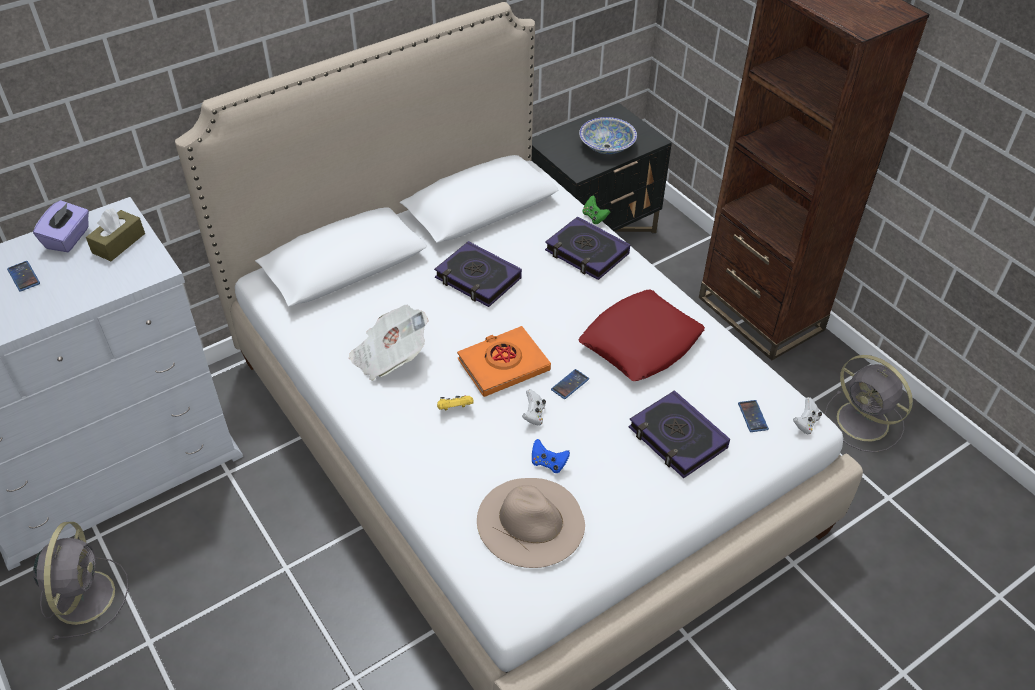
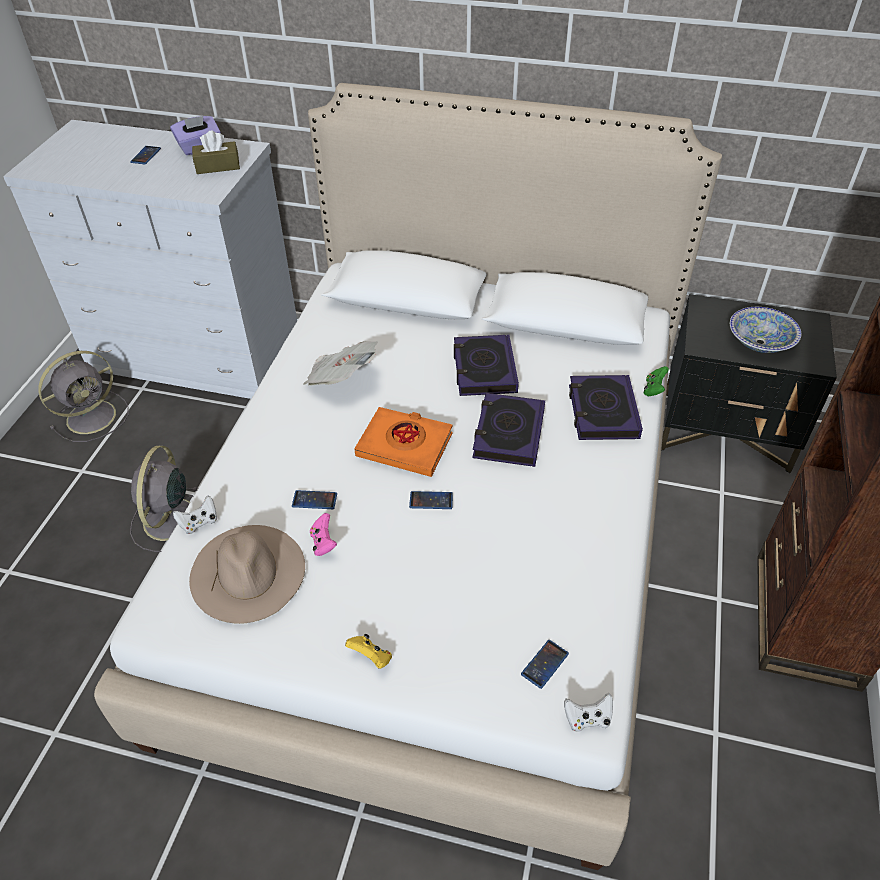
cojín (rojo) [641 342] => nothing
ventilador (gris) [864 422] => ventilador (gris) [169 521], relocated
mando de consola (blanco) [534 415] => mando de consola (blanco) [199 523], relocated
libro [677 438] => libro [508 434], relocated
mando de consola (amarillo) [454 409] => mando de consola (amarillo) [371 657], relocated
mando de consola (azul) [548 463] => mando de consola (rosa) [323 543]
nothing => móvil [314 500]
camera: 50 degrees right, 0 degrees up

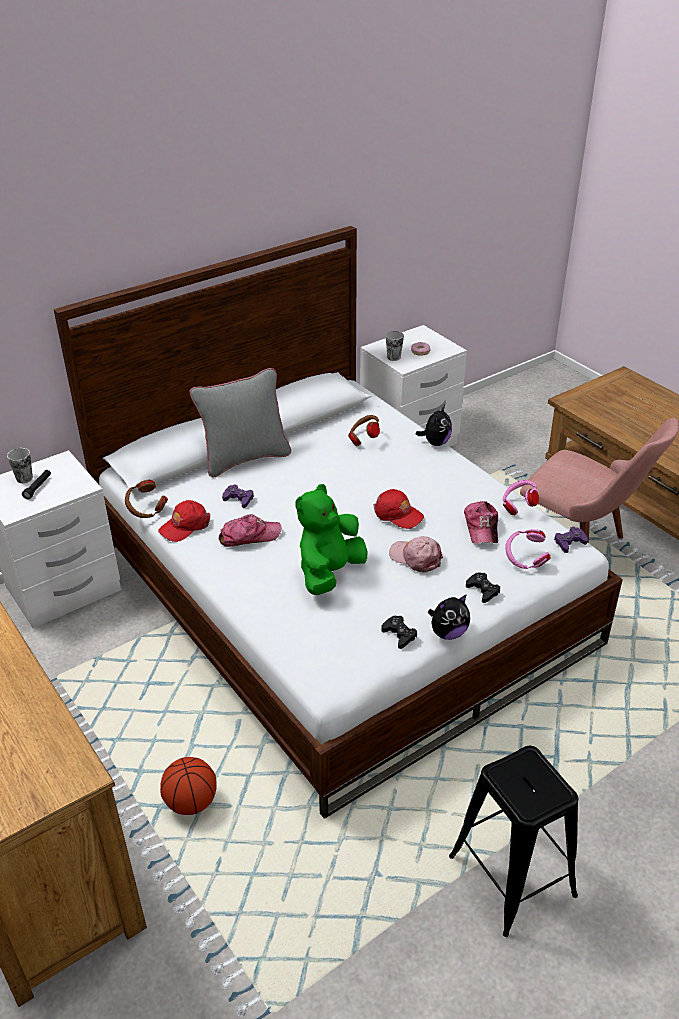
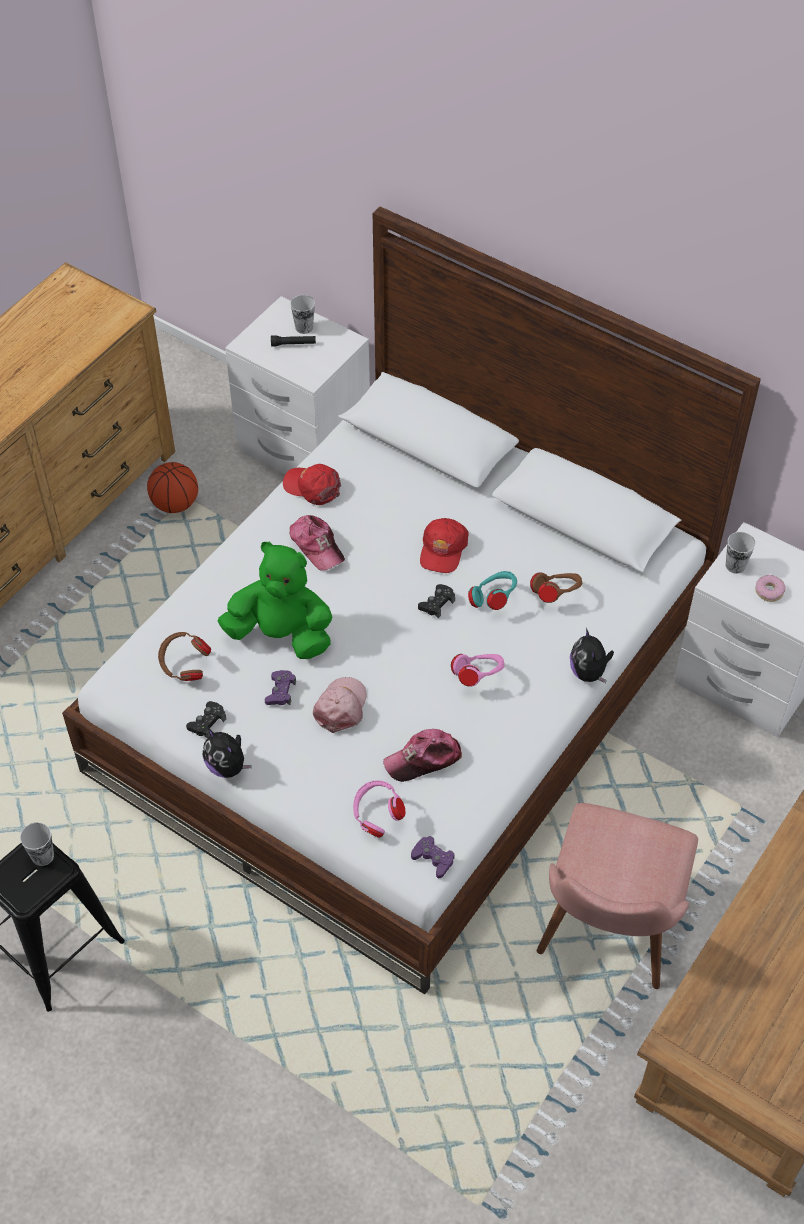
cojín (gris) [245 458] => nothing
peluche [435 443] => peluche [589 672], 75 degrees clockwise
auriculares (marrón) [146 511] => auriculares (marrón) [185 666], relocated
auriculares (rosa) [518 507] => auriculares (rosa) [478 677], relocated
mando de consola (morado) [238 499] => mando de consola (morado) [280 691], relocated
gorra (rojo) [398 514] => gorra (rojo) [443 549], relocated
mando de consola (negro) [483 590] => mando de consola (negro) [437 604], relocated
balón de baloncesto [191 802] => balón de baloncesto [175 504], relocated
nothing => auriculares (turquesa) [493 599]
nothing => taza [42 856]
camera: 70 degrees right, 15 degrees up

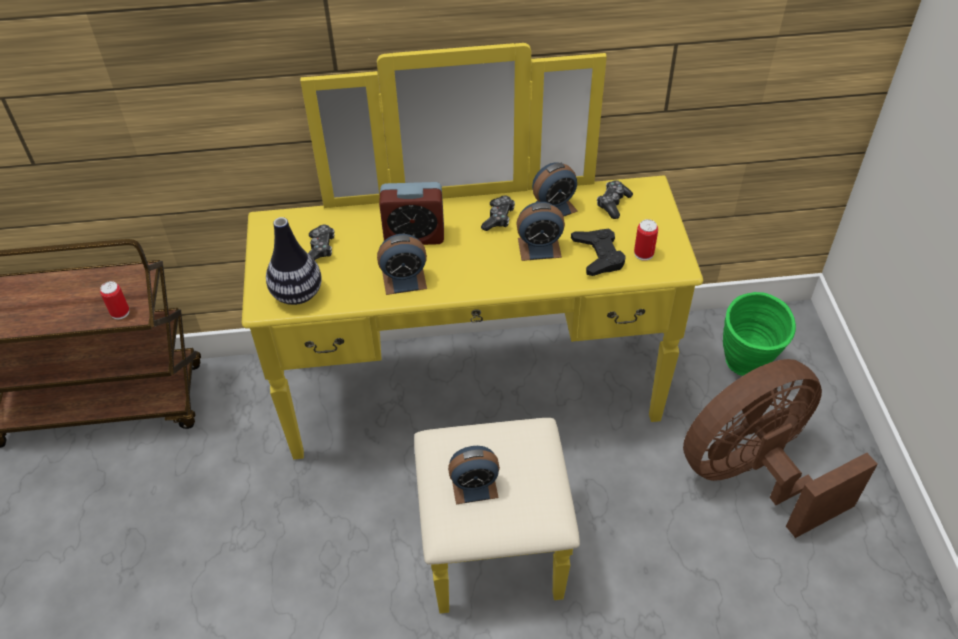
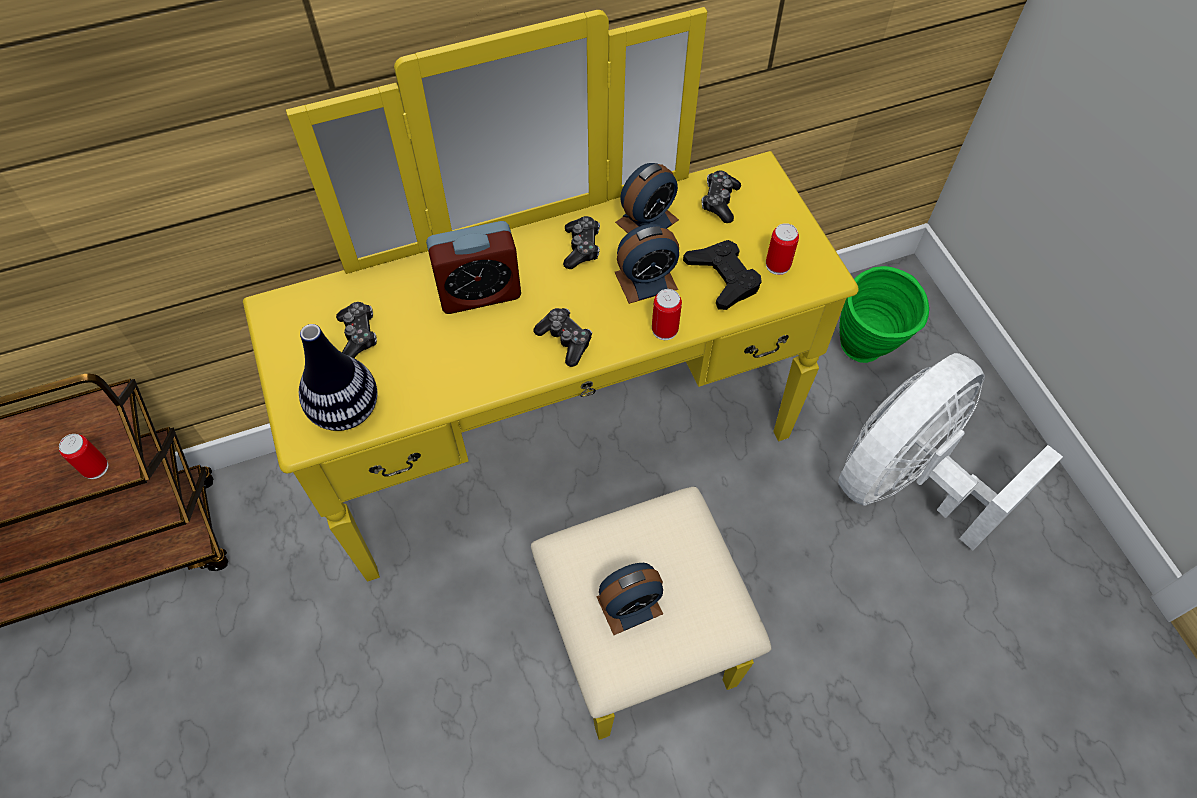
despertador [404 280] => nothing
ventilador (marrón) [754 475] => ventilador (blanco) [908 482]
nothing => lata [664 330]
nothing => mando de consola [565 340]
camera: 15 degrees left, 10 degrees up

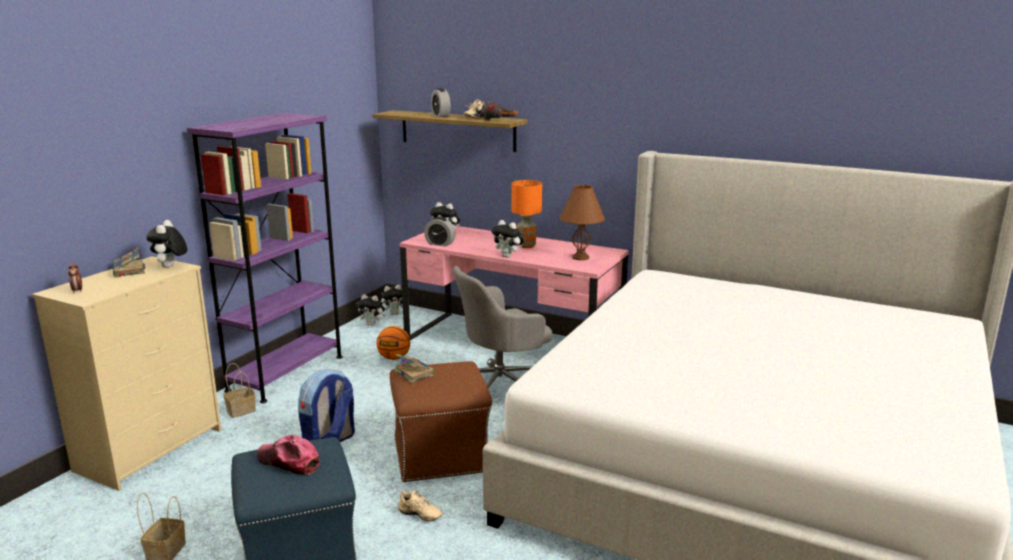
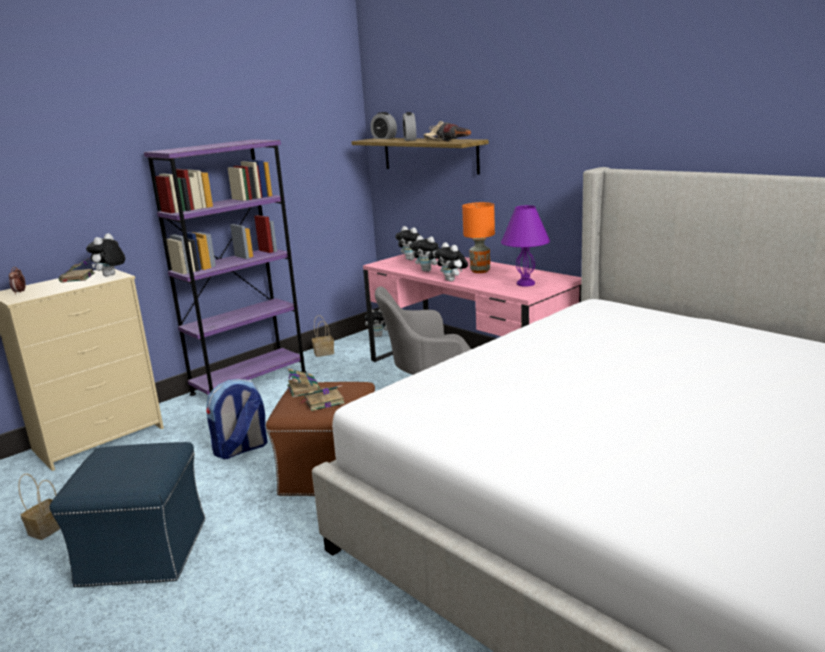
lámpara de mesa (marrón) [581 257] => lámpara de mesa (morado) [526 283]
despertador [440 244] => despertador [384 138], relocated
peluche [372 324] => peluche [428 270], relocated
balón de baloncesto [394 358] => nothing
cesta [240 411] => cesta [323 353], relocated
gorra [289 462] => nothing
zapato (beis) [419 516] => nothing
nothing => libro [323 402]
camera: 20 degrees right, 0 degrees up

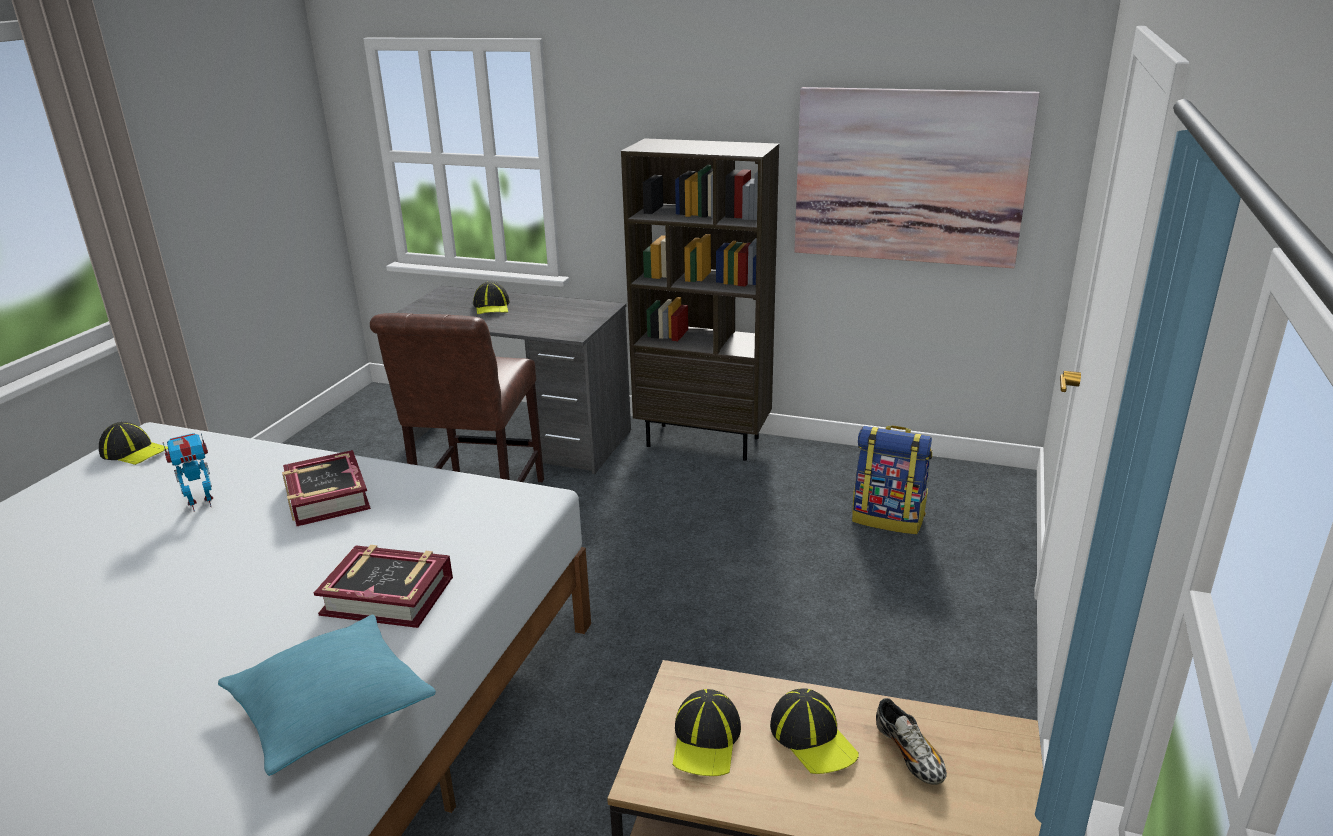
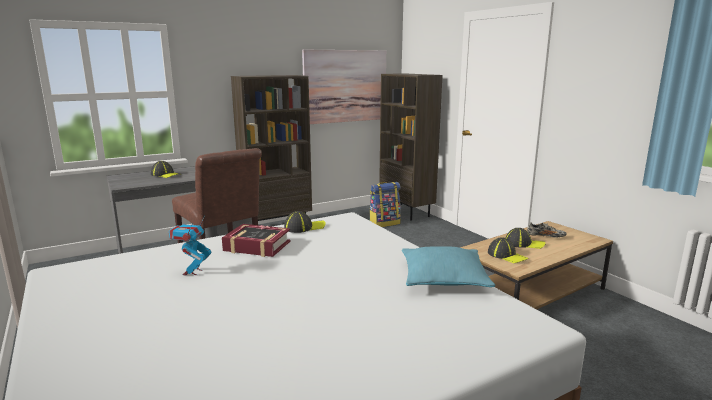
gorra [134 451] => gorra [304 227], relocated
libro [388 595] => nothing
nothing => estantería (marrón) [406 212]
camera: 50 degrees left, 10 degrees down

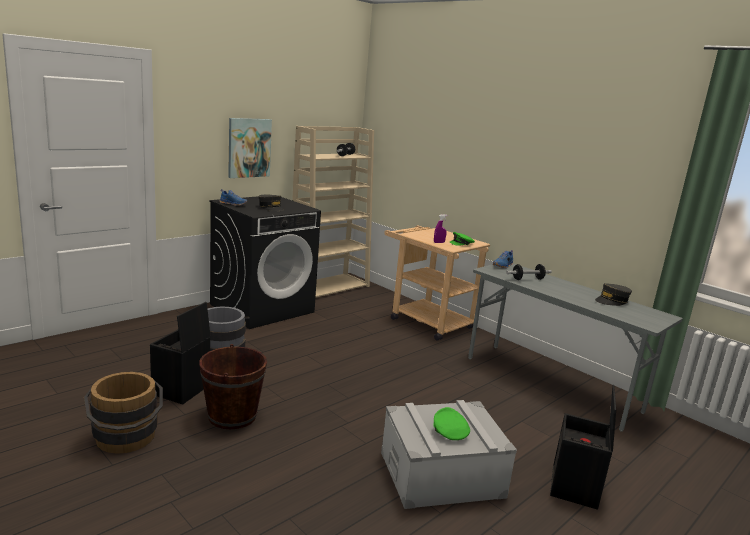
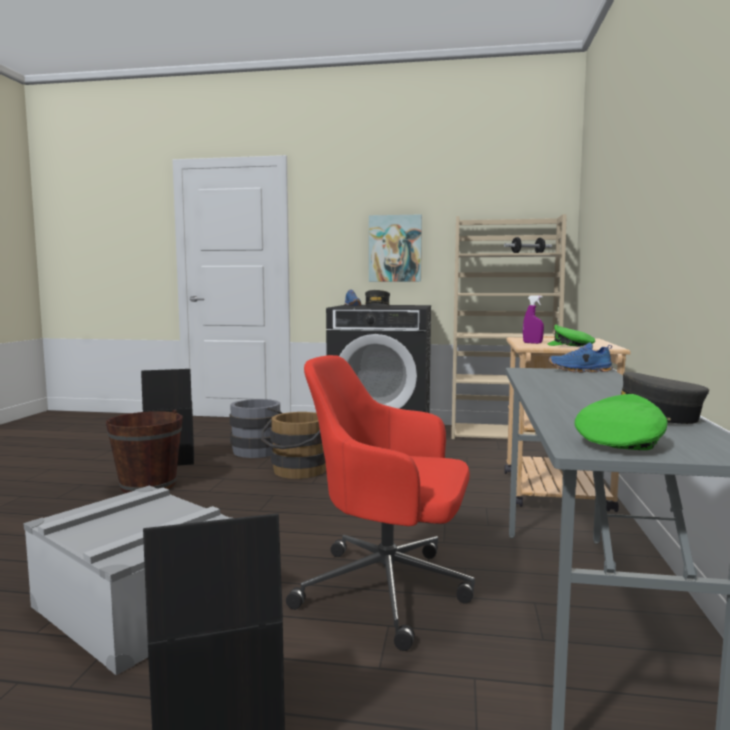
mancuerna [527 279] => nothing
cubo (marrón) [126 440] => cubo (marrón) [296 472], relocated
gorra (verde) [449 432] => gorra (verde) [619 443], relocated
nothing => silla de oficina (rojo) [389 590]
camera: 55 degrees right, 10 degrees down

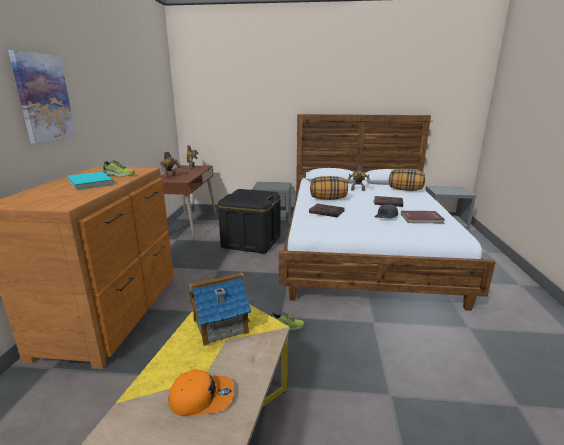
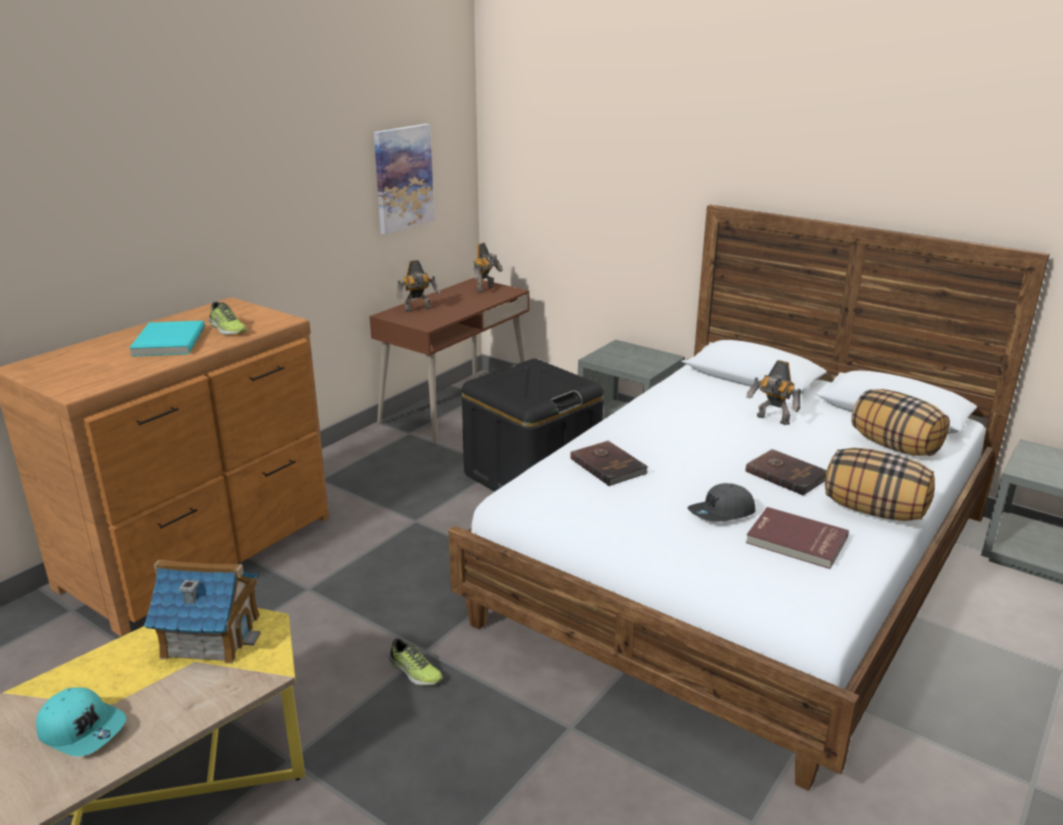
cuadro [43 97] => cuadro [403 178], relocated
cojín [328 199] => cojín [874 510], relocated
gorra (naranja) [202 397] => gorra (turquesa) [83 729]
camera: 30 degrees right, 5 degrees up

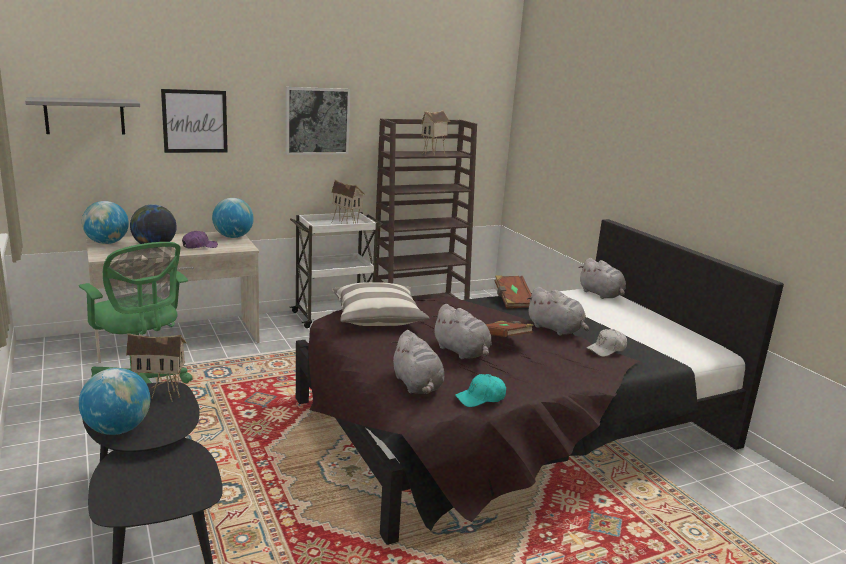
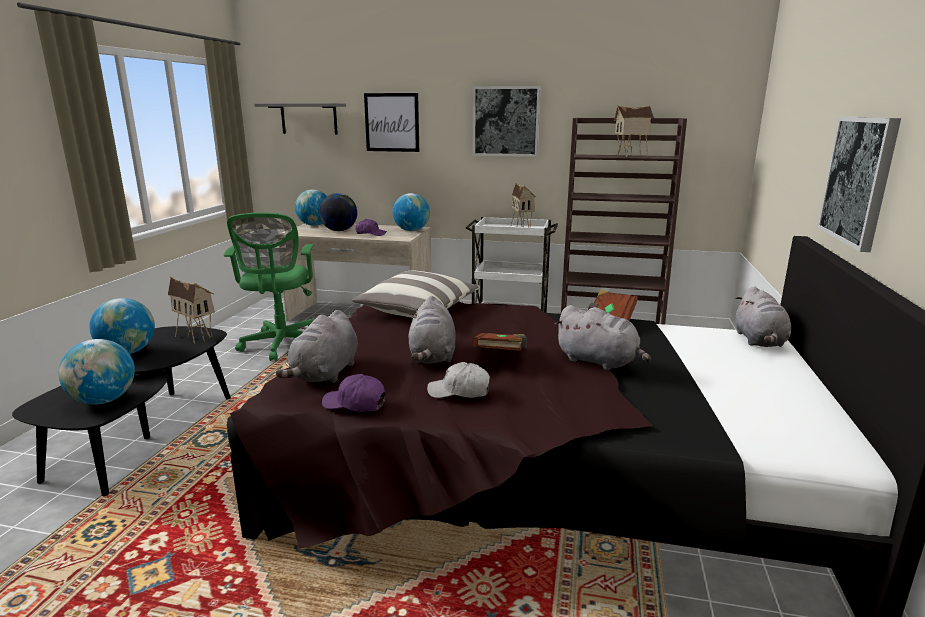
peluche (gris) [556 329] => peluche (gris) [599 362], 45 degrees counterclockwise
gorra (blanco) [607 349] => gorra (blanco) [459 391], relocated
gorra (turquesa) [481 398] => gorra (morado) [355 404]
nothing => cuadro [858 180]
nothing => globo terráqueo [104 400]
camera: 40 degrees right, 0 degrees up

